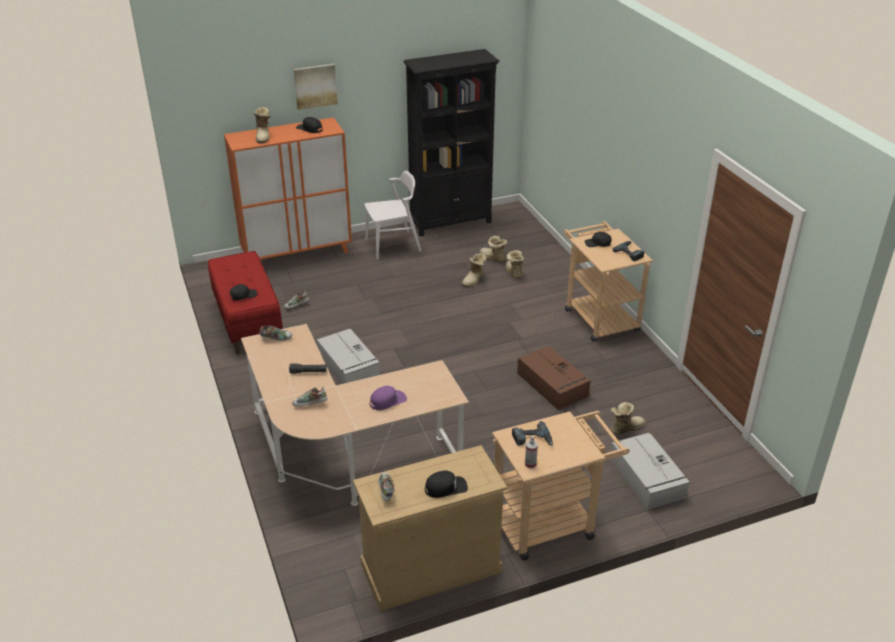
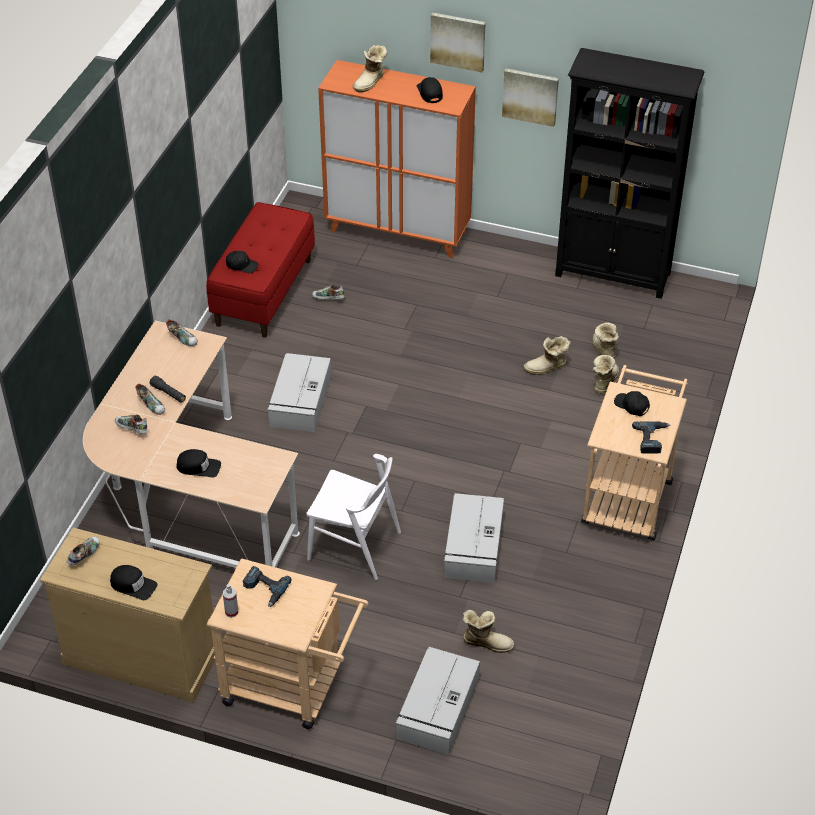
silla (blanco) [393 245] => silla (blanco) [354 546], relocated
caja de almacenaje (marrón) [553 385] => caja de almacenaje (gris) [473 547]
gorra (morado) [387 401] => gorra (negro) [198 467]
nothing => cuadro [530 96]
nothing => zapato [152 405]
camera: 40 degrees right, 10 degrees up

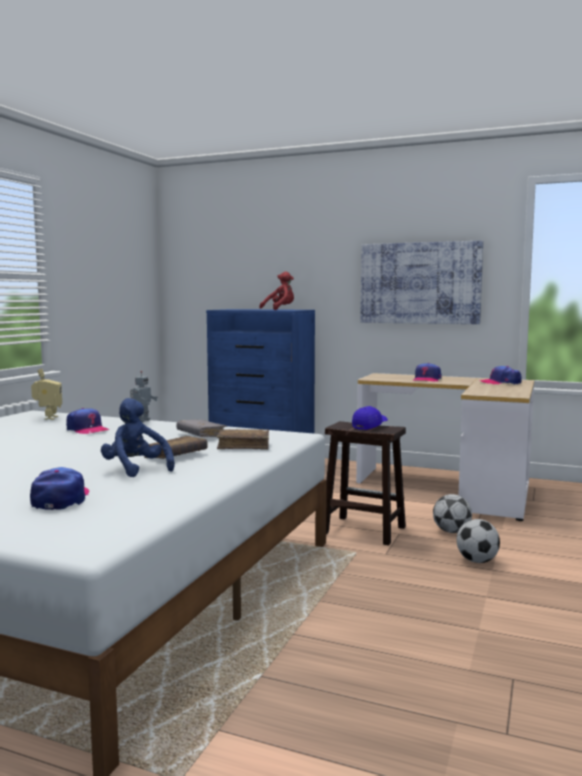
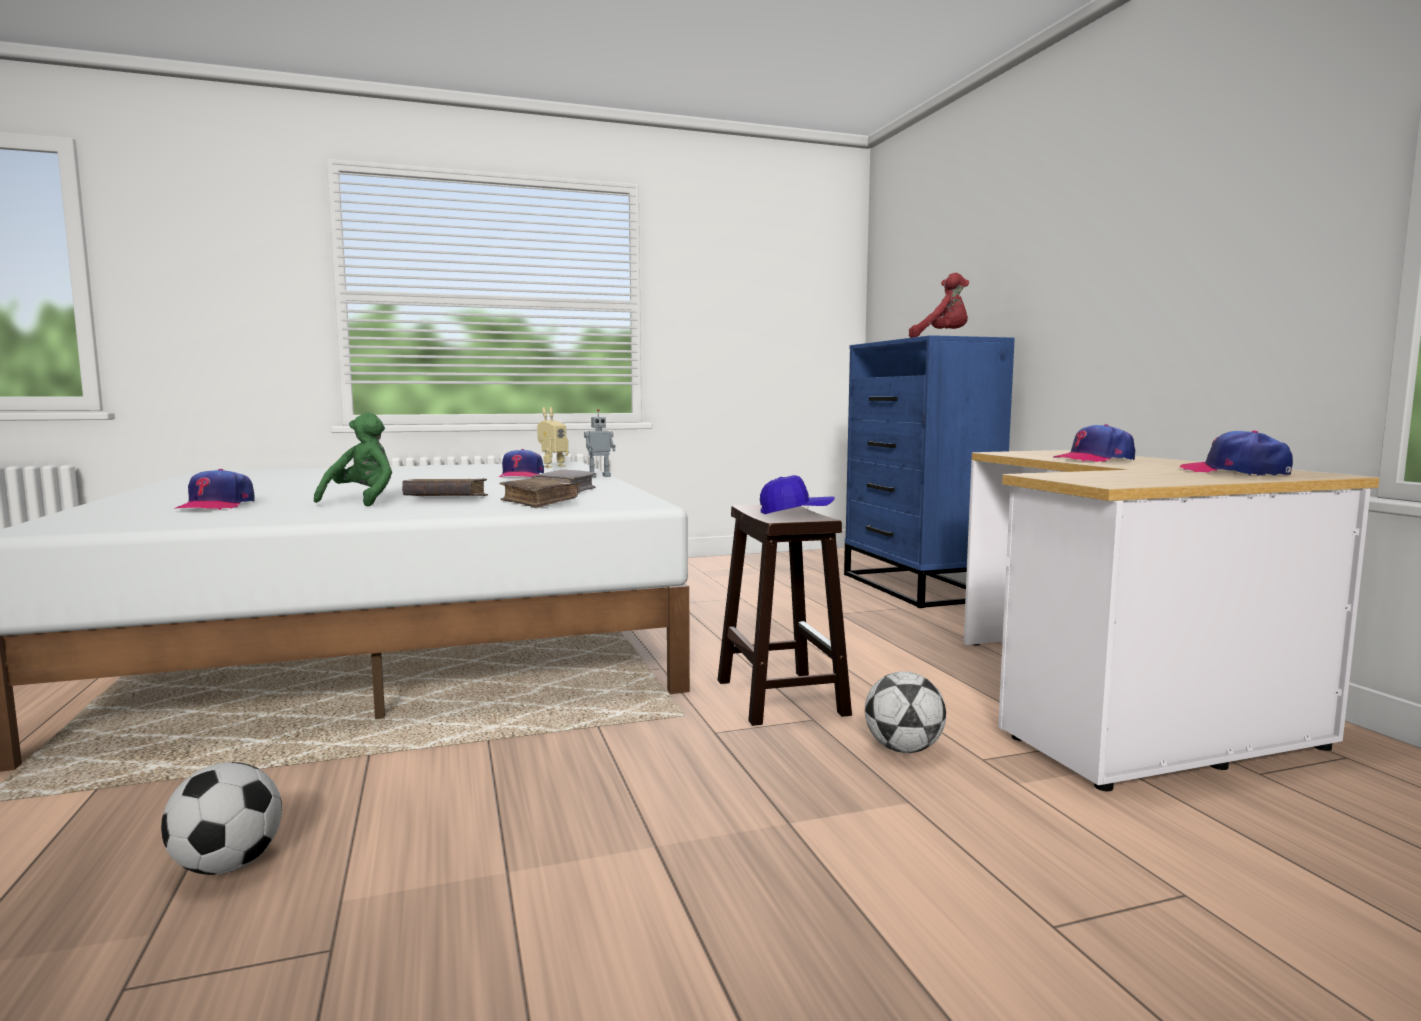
cuadro [420 283] => nothing
peluche (azul) [136 469] => peluche (verde) [362 501]
gorra [61 499] => gorra [216 506], 135 degrees clockwise
balón de fútbol [477 561] => balón de fútbol [229 865], relocated
camera: 50 degrees right, 0 degrees up

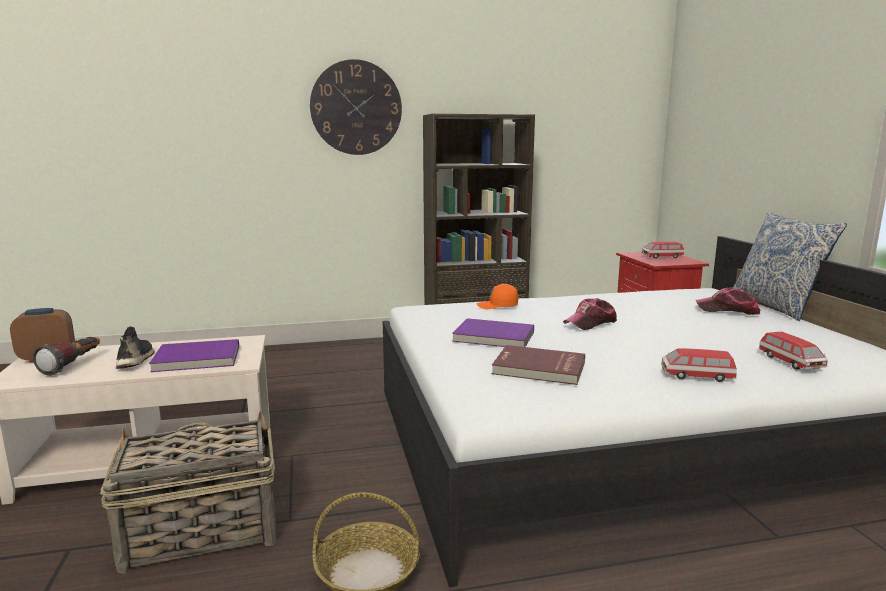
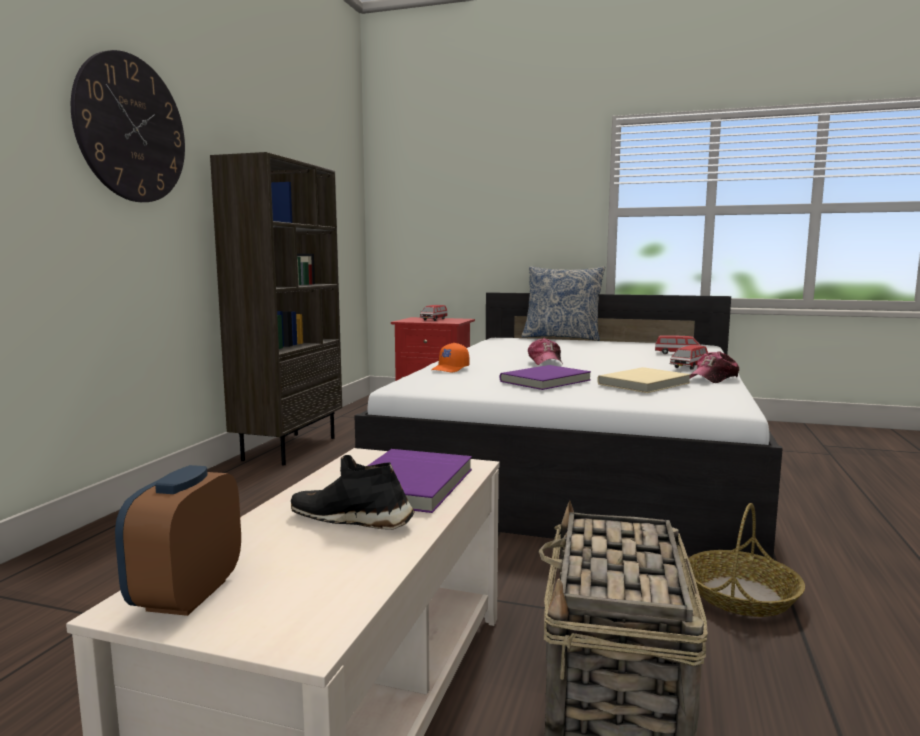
gorra [727 310] => gorra [713 378], relocated
linterna [73 365] => nothing
libro (rojo) [539 368] => libro (beis) [645 384]
camera: 60 degrees left, 5 degrees down

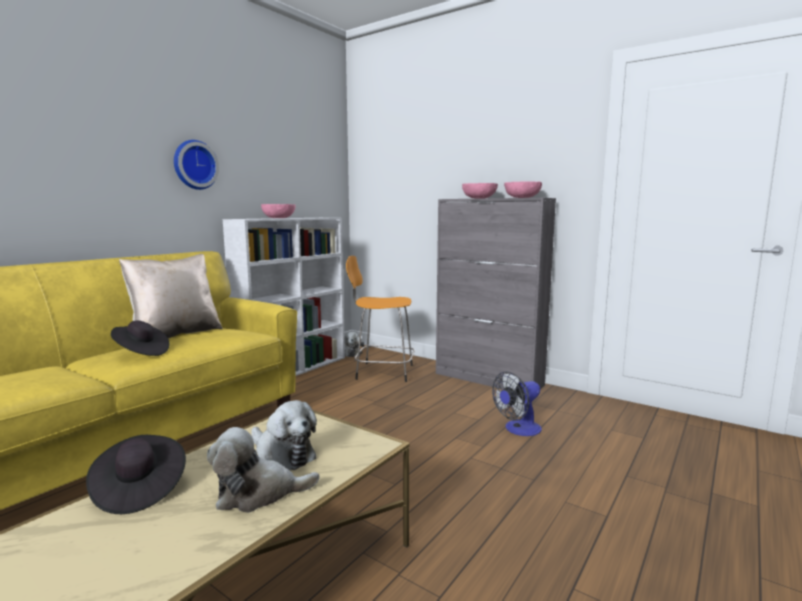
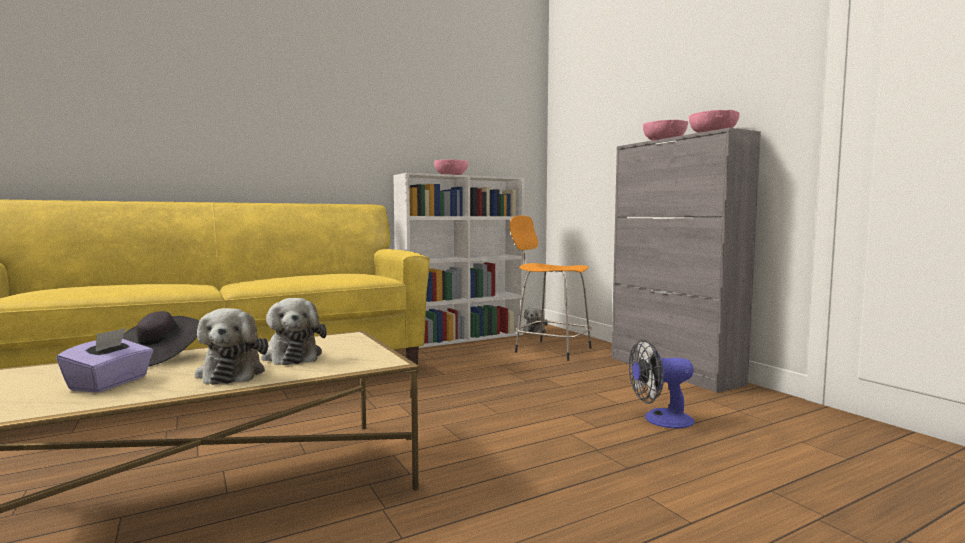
reloj de pared [194 165] => nothing
cojín (beis) [175 334] => nothing
sombrero (negro) [141 352] => nothing
peluche [258 493] => peluche [232 373], 120 degrees counterclockwise
nothing => caja de pañuelos (morado) [110 383]
camera: 25 degrees right, 5 degrees down

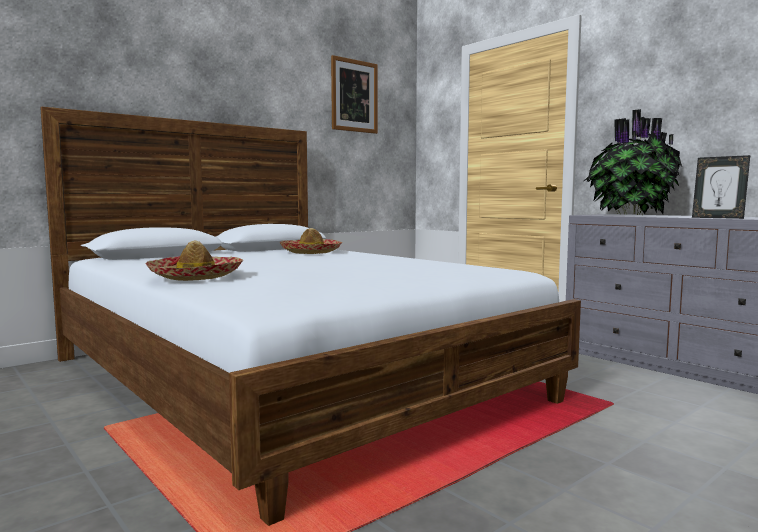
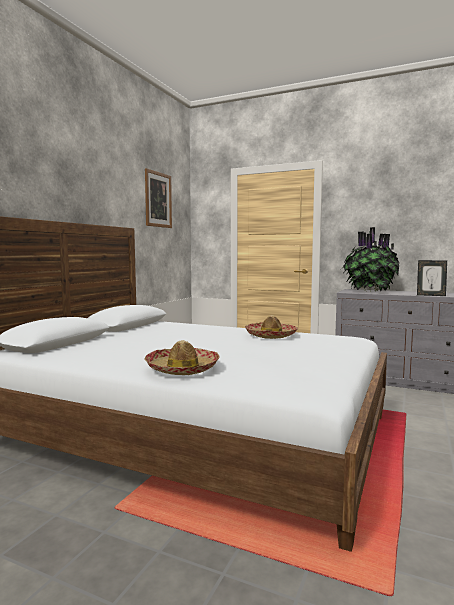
sombrero [311 252] => sombrero [271 335], relocated
camera: 25 degrees left, 0 degrees up

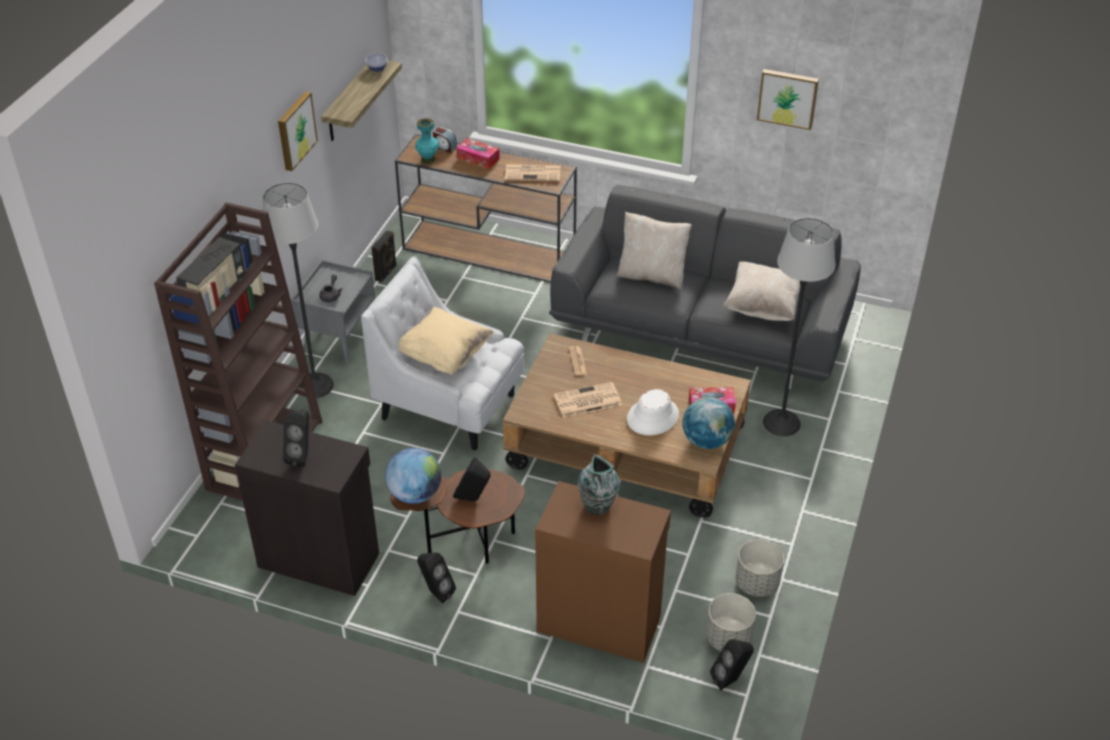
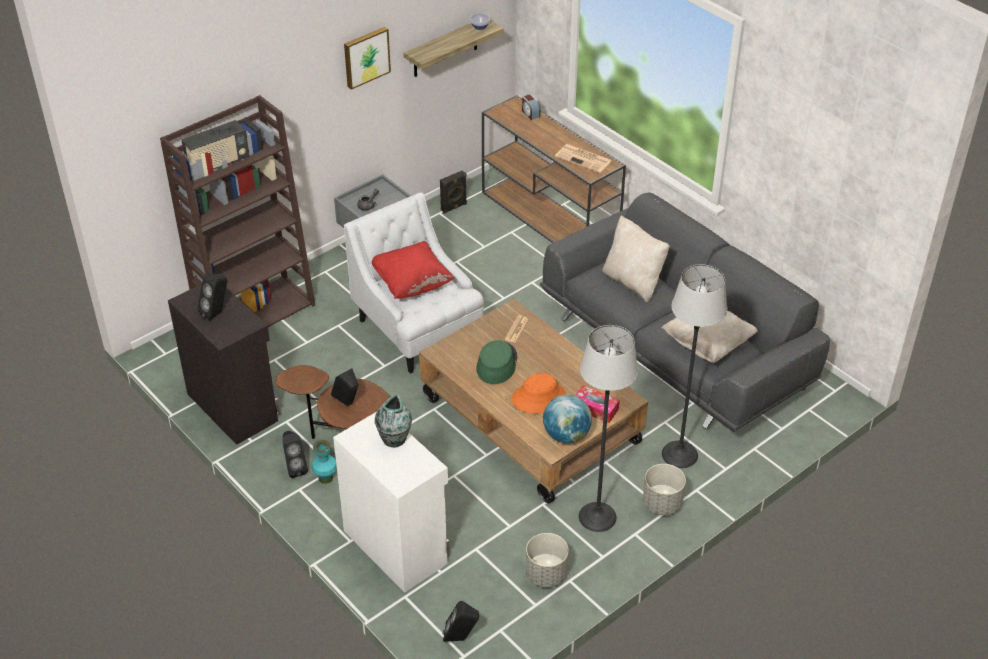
cuadro [788 98] => nothing
florero (turquesa) [428 159] => florero (turquesa) [326 478], relocated
caja de pañuelos [478 158] => nothing
lámpara de pie [315 385] => lámpara de pie [597 516], relocated
cojín (beis) [444 355] => cojín (rojo) [411 283]
periódico [587 401] => sombrero (verde) [496 364]
sombrero (blanco) [652 417] => sombrero (naranja) [538 398]
globo terráqueo [415 494] => nothing
armario (marrón) [598 622] => armario (blanco) [396 545]
maceta (gris) [728 638] => maceta (gris) [662 503], relocated
camera: 30 degrees right, 0 degrees up

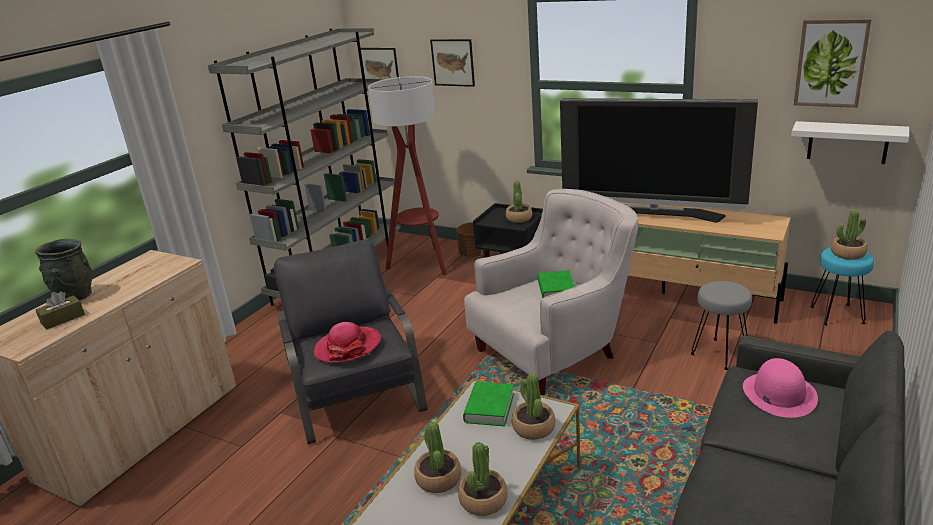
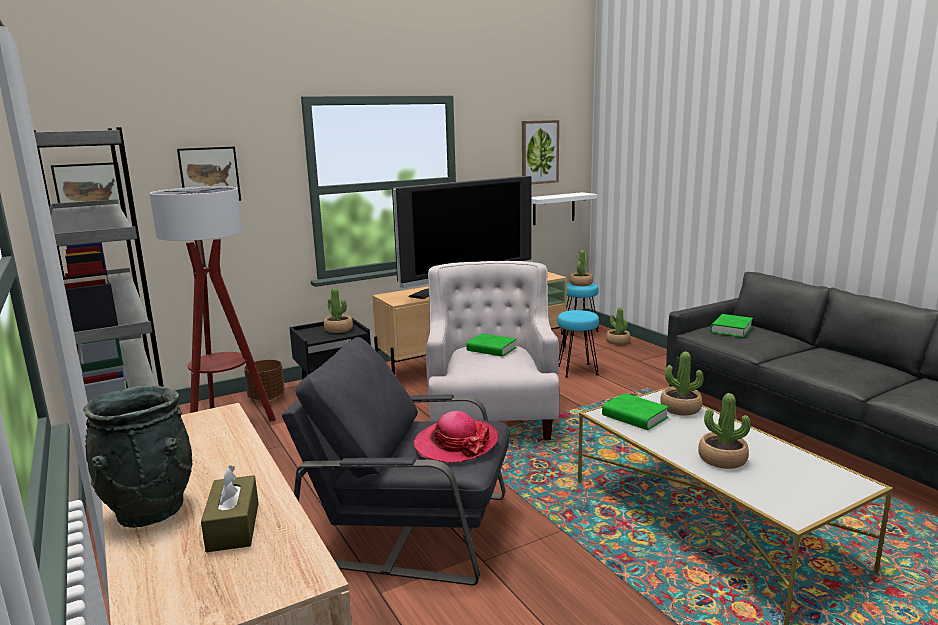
taburete (gris) [719 353] => taburete (turquesa) [576 370]
sombrero (rosa) [778 393] => libro (verde) [731 329]
planta en maceta [483 500] => planta en maceta [617 342], relocated
camera: 60 degrees left, 10 degrees down

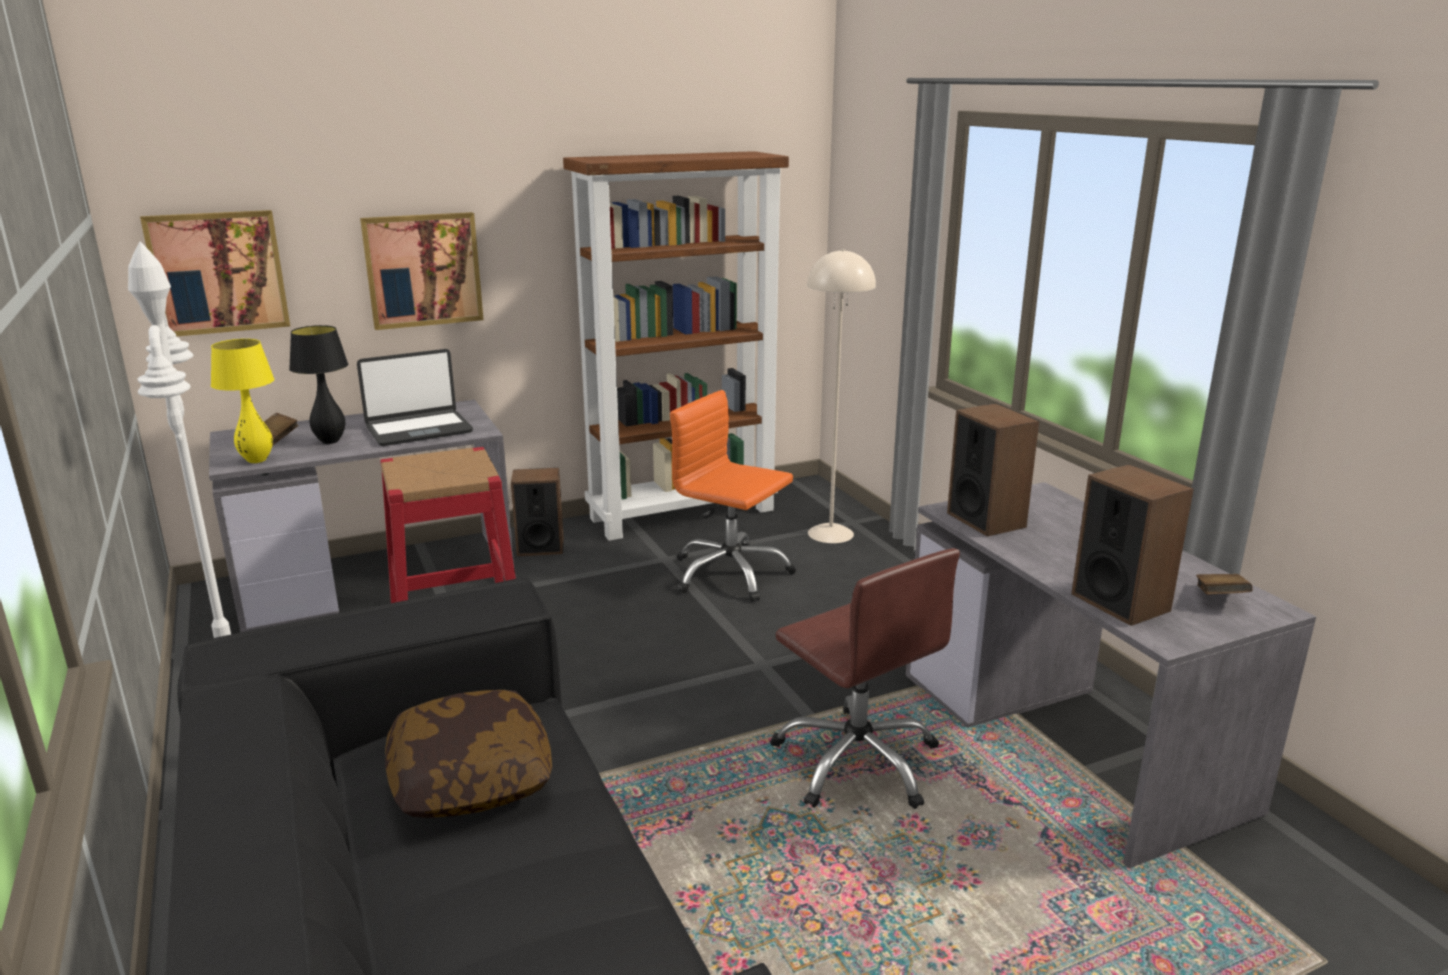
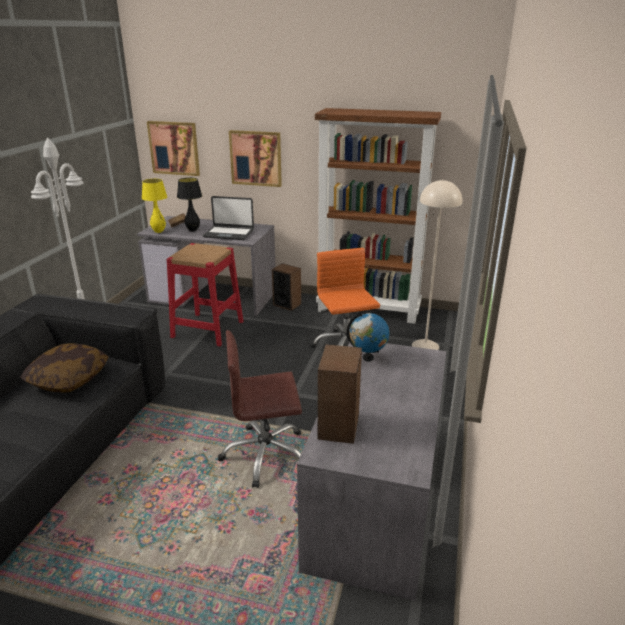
altavoz [986 520] => globo terráqueo [368 358]
silla de oficina (marrón) [857 761] => silla de oficina (marrón) [265 455], 75 degrees clockwise
libro (marrón) [1220 598] => nothing
camera: 40 degrees right, 5 degrees up

